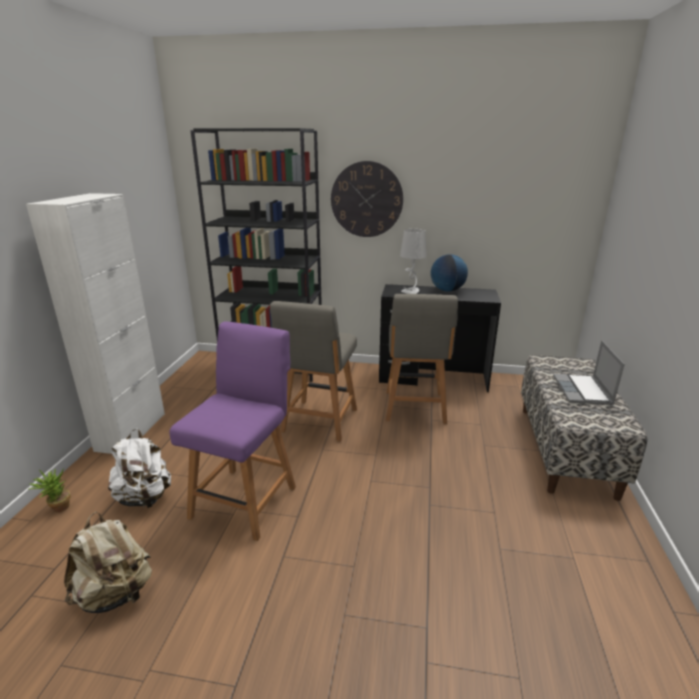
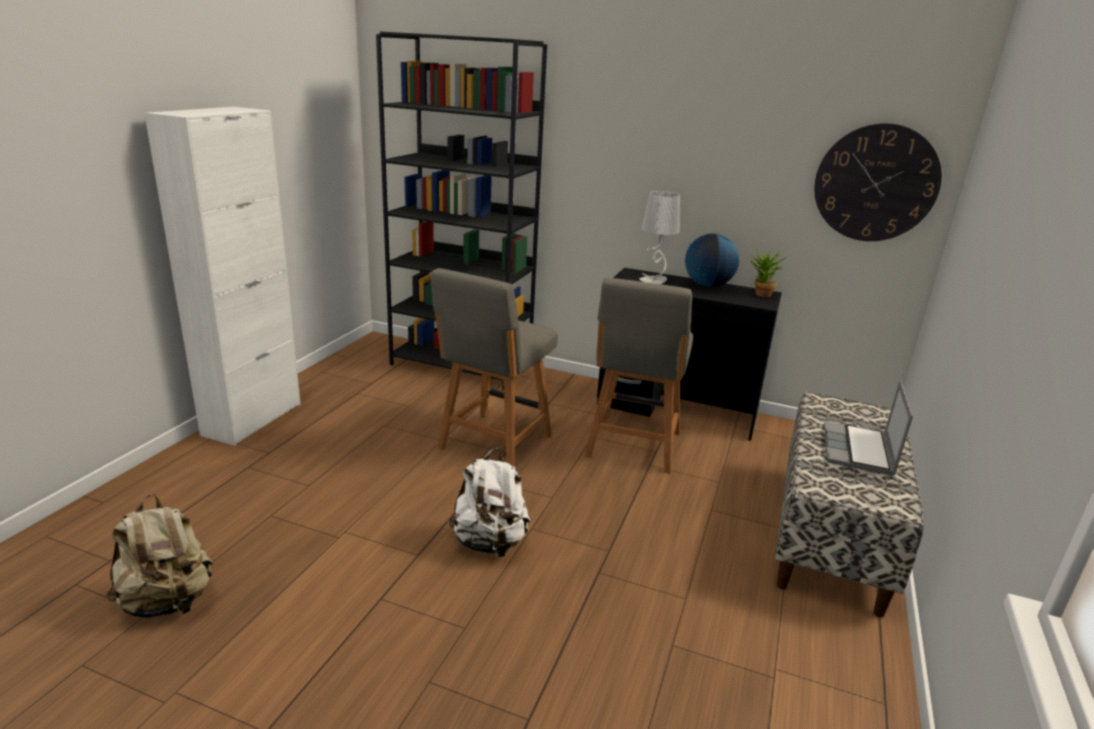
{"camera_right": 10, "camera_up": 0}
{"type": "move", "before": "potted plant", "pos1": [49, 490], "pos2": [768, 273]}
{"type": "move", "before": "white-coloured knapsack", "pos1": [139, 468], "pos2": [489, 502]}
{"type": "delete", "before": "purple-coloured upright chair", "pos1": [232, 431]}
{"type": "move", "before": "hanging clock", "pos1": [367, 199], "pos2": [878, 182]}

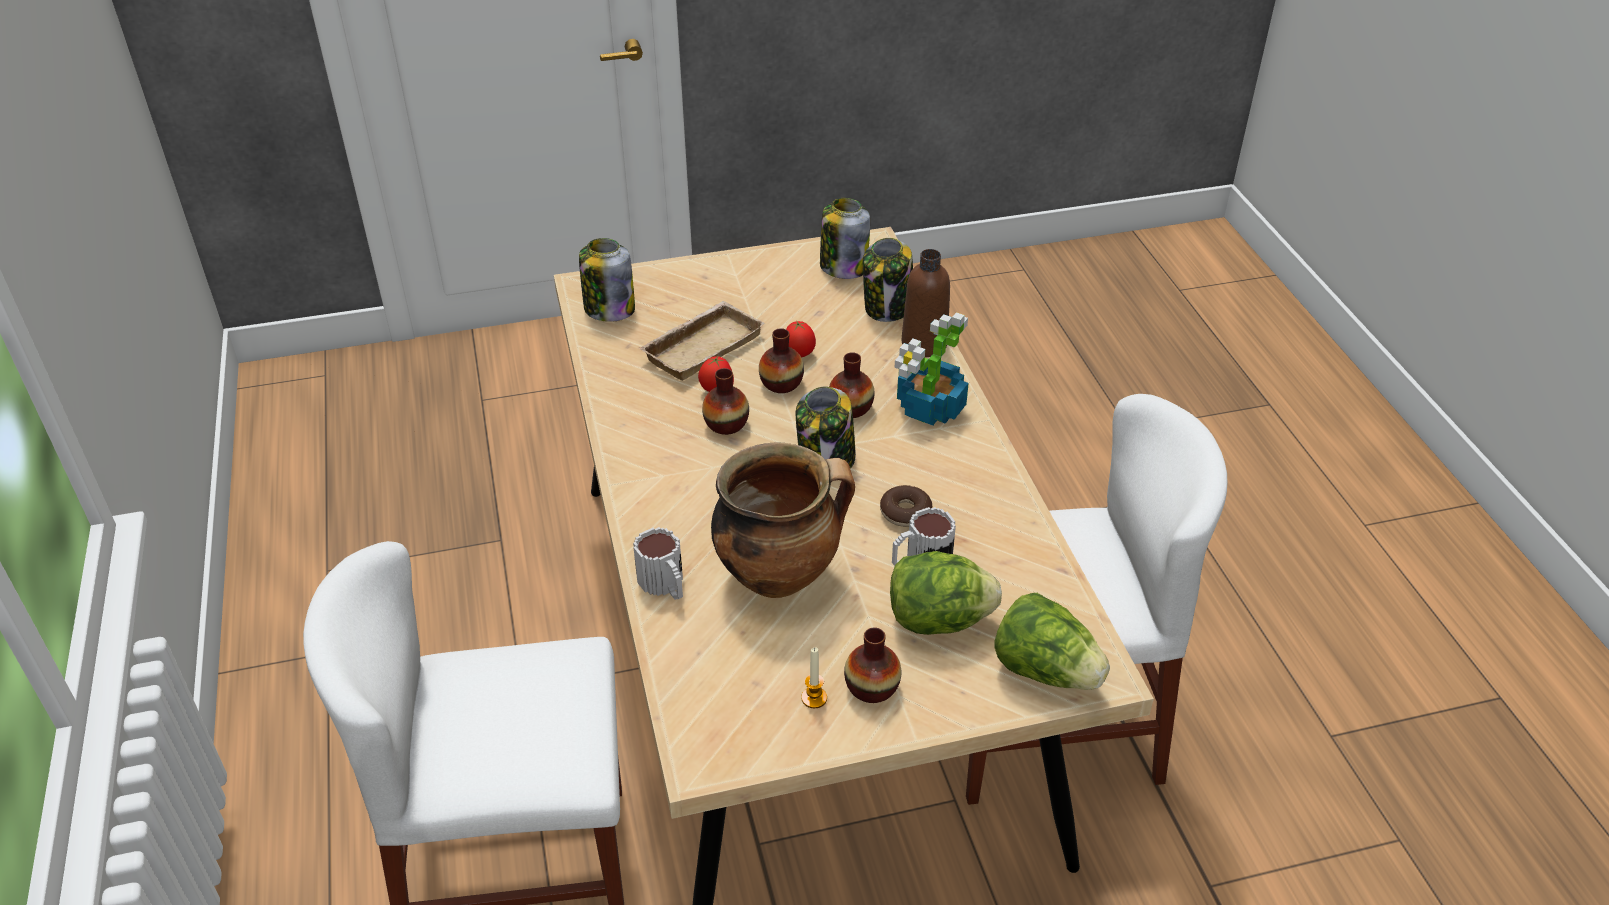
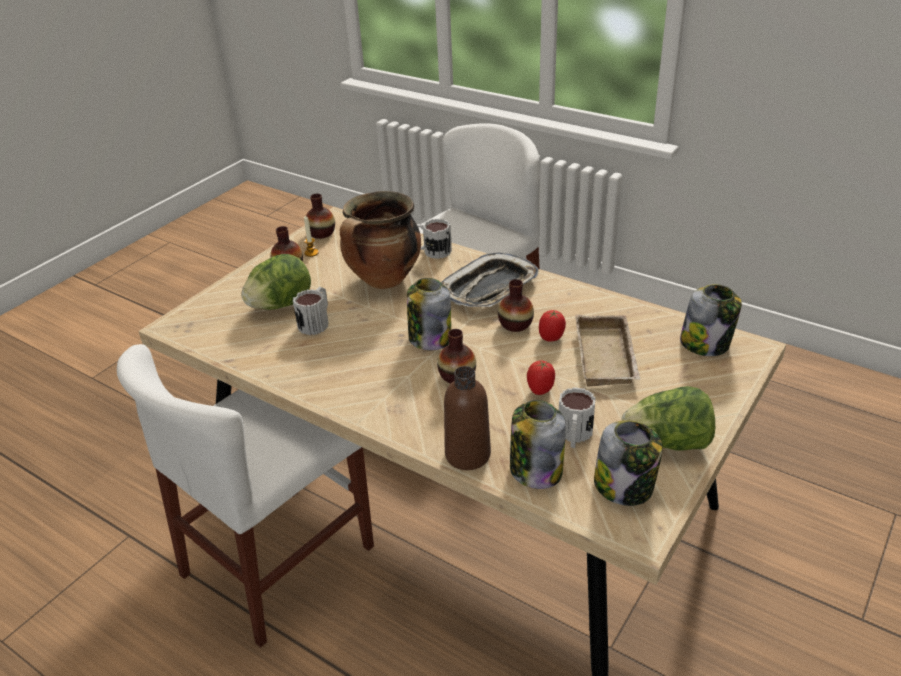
{"camera_right": 140, "camera_up": -5}
{"type": "move", "before": "flower vase", "pos1": [781, 360], "pos2": [320, 216]}
{"type": "delete", "before": "ring doughnut", "pos1": [906, 506]}
{"type": "delete", "before": "potted plant", "pos1": [932, 369]}
{"type": "move", "before": "lettuce", "pos1": [1052, 641], "pos2": [668, 418]}
{"type": "insert", "after": "tray", "pos2": [490, 279]}
{"type": "insert", "after": "coffee mug", "pos2": [577, 417]}

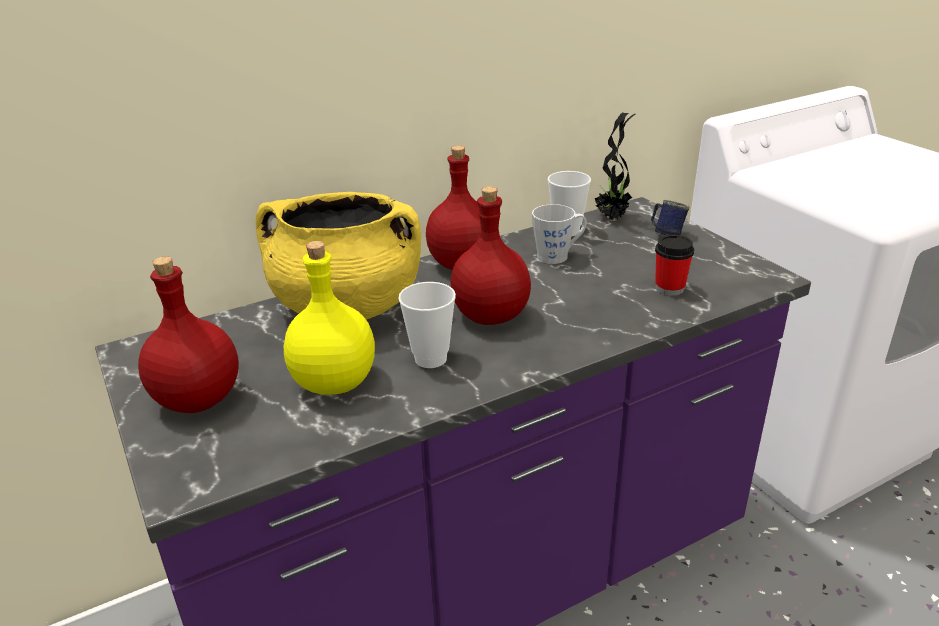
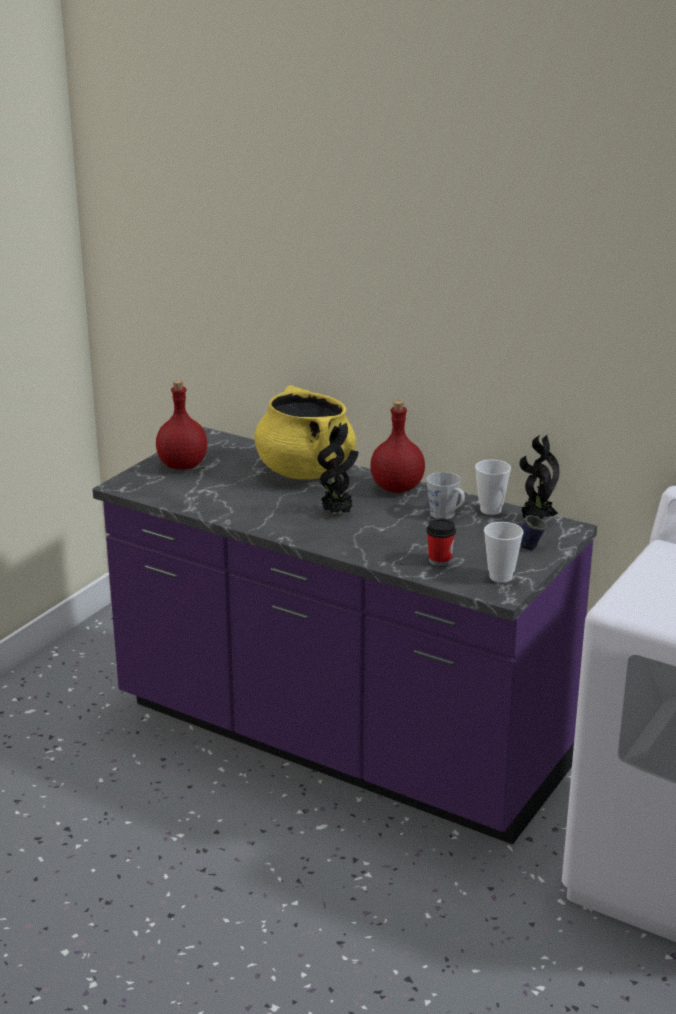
{"camera_right": 60, "camera_up": -5}
{"type": "delete", "before": "yellow bottle", "pos1": [329, 318]}
{"type": "move", "before": "small cup", "pos1": [427, 325], "pos2": [504, 552]}
{"type": "replace", "before": "reddish bottle", "after": "potted plant", "pos1": [490, 255], "pos2": [338, 468]}

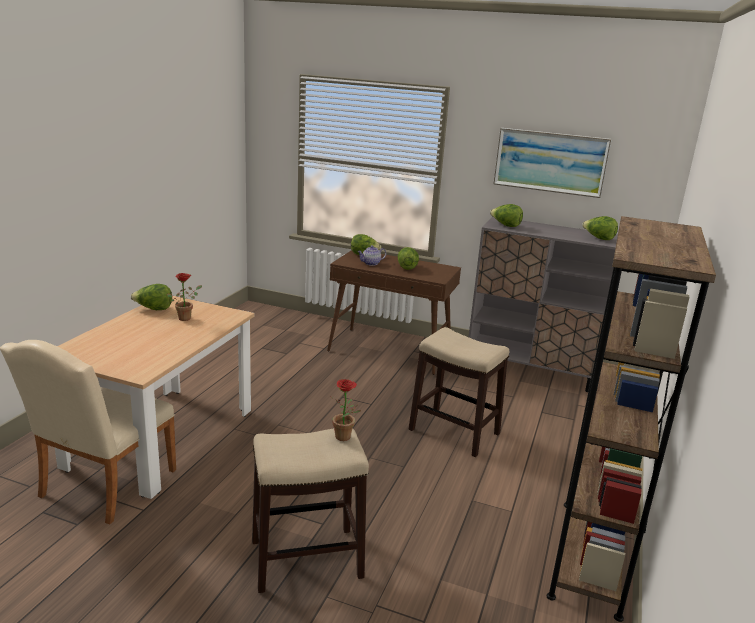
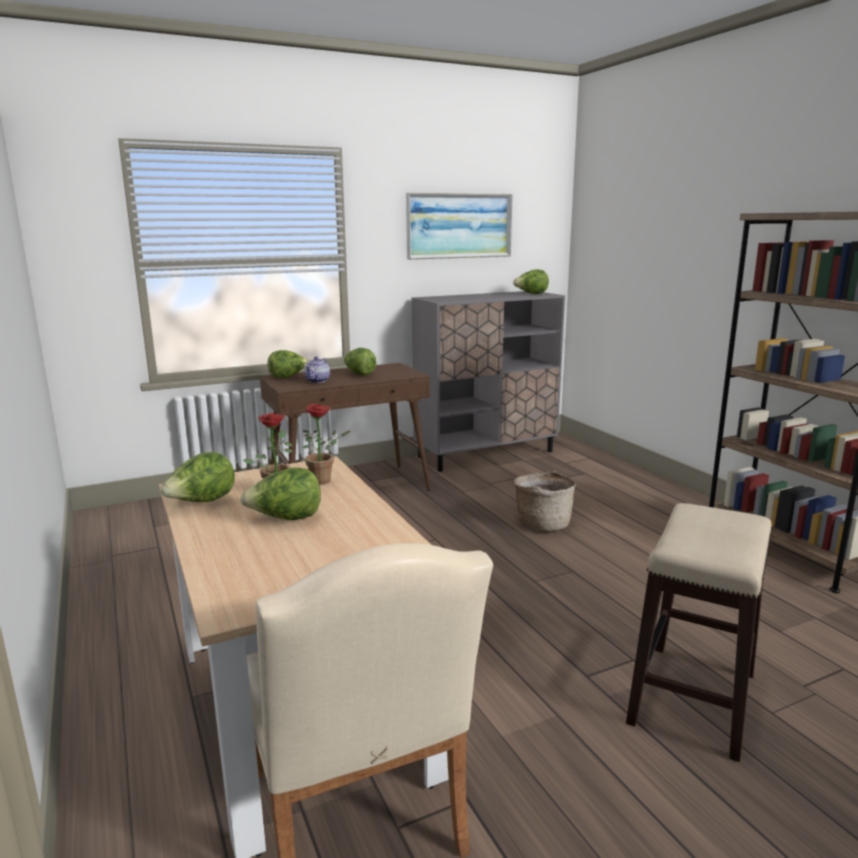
{"camera_right": -45, "camera_up": -5}
{"type": "move", "before": "potted plant", "pos1": [346, 410], "pos2": [326, 444]}
{"type": "replace", "before": "stool", "after": "basket", "pos1": [459, 392], "pos2": [545, 501]}
{"type": "move", "before": "lettuce", "pos1": [506, 215], "pos2": [280, 494]}

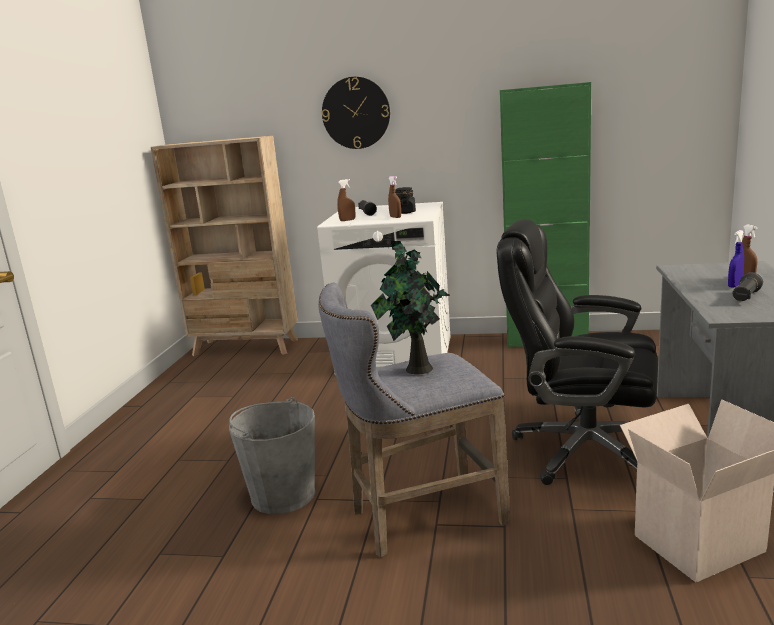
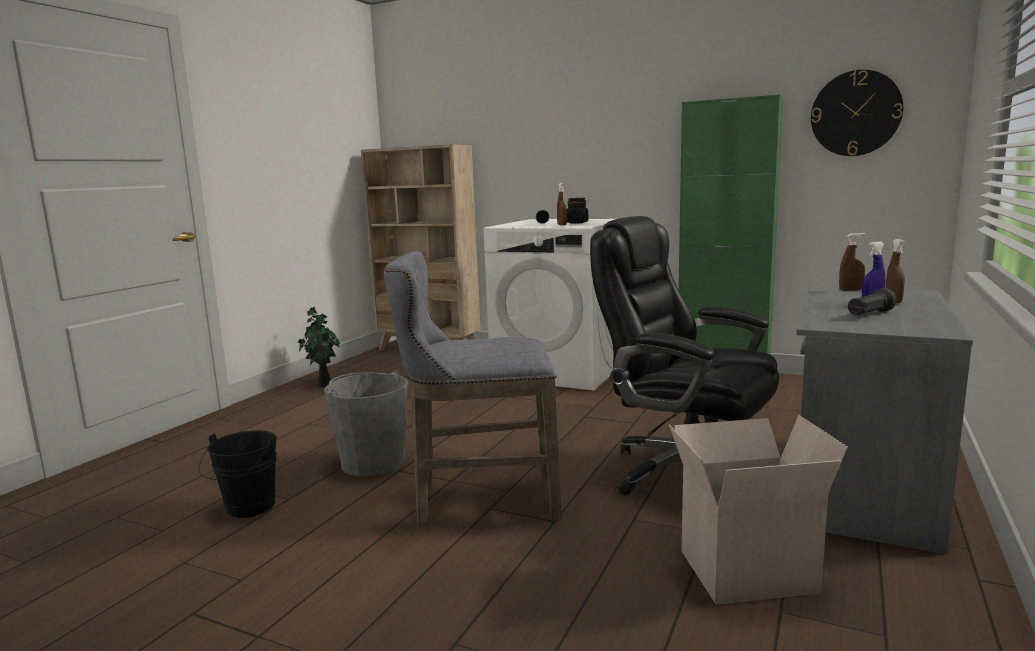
{"camera_right": 15, "camera_up": -5}
{"type": "move", "before": "hanging clock", "pos1": [356, 113], "pos2": [857, 113]}
{"type": "move", "before": "brown-coloured spray bottle", "pos1": [346, 200], "pos2": [852, 262]}
{"type": "move", "before": "potted plant", "pos1": [410, 307], "pos2": [319, 347]}
{"type": "insert", "after": "blackish bucket", "pos2": [237, 474]}

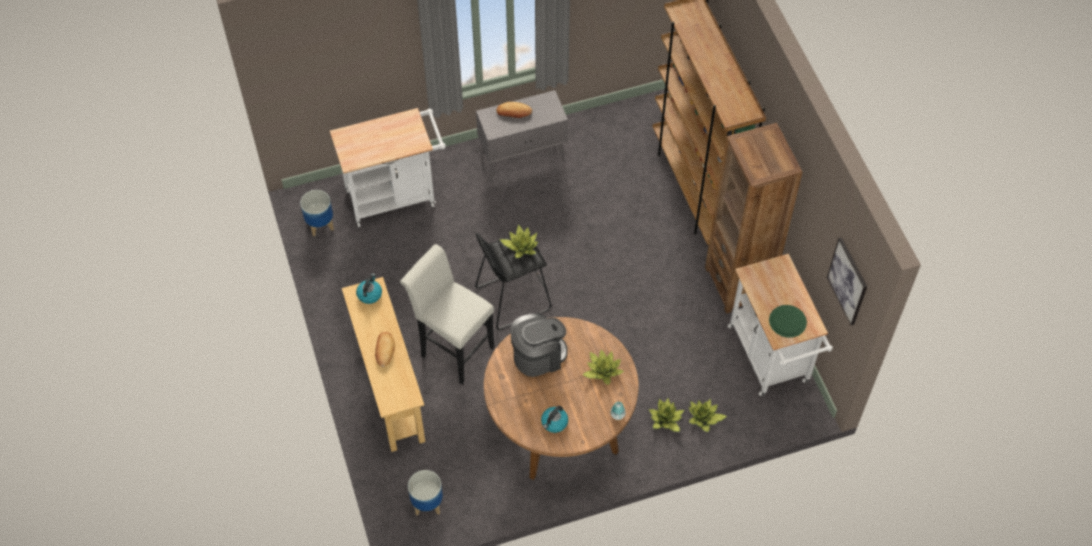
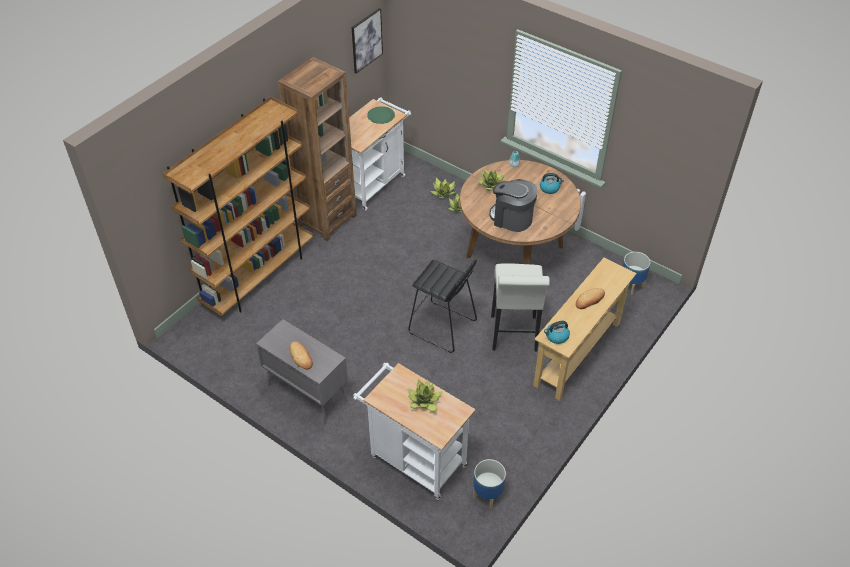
{"camera_right": -125, "camera_up": -10}
{"type": "move", "before": "potted plant", "pos1": [518, 241], "pos2": [425, 395]}

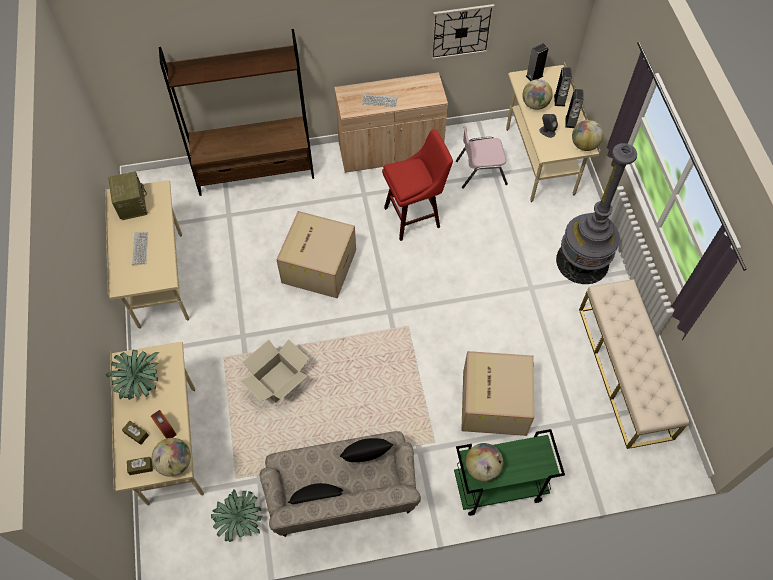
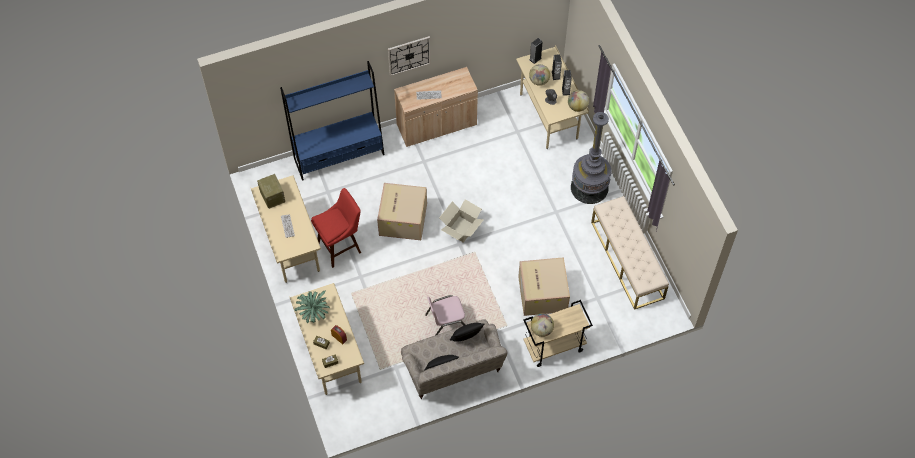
{"camera_right": -10, "camera_up": 0}
{"type": "delete", "before": "desk globe", "pos1": [171, 457]}
{"type": "recolor", "before": "brown-coloured bookcase", "after": "bluish bookcase", "pos1": [236, 112], "pos2": [332, 121]}
{"type": "delete", "before": "potted plant", "pos1": [236, 515]}
{"type": "move", "before": "cardboard box", "pos1": [274, 371], "pos2": [461, 221]}
{"type": "move", "before": "reddish stool", "pos1": [417, 185], "pos2": [336, 228]}
{"type": "move", "before": "hanging clock", "pos1": [462, 32], "pos2": [409, 56]}
{"type": "recolor", "before": "green trolley", "after": "beige-coloured trolley", "pos1": [509, 472], "pos2": [558, 333]}
{"type": "move", "before": "pinkish upright chair", "pos1": [482, 157], "pos2": [445, 315]}

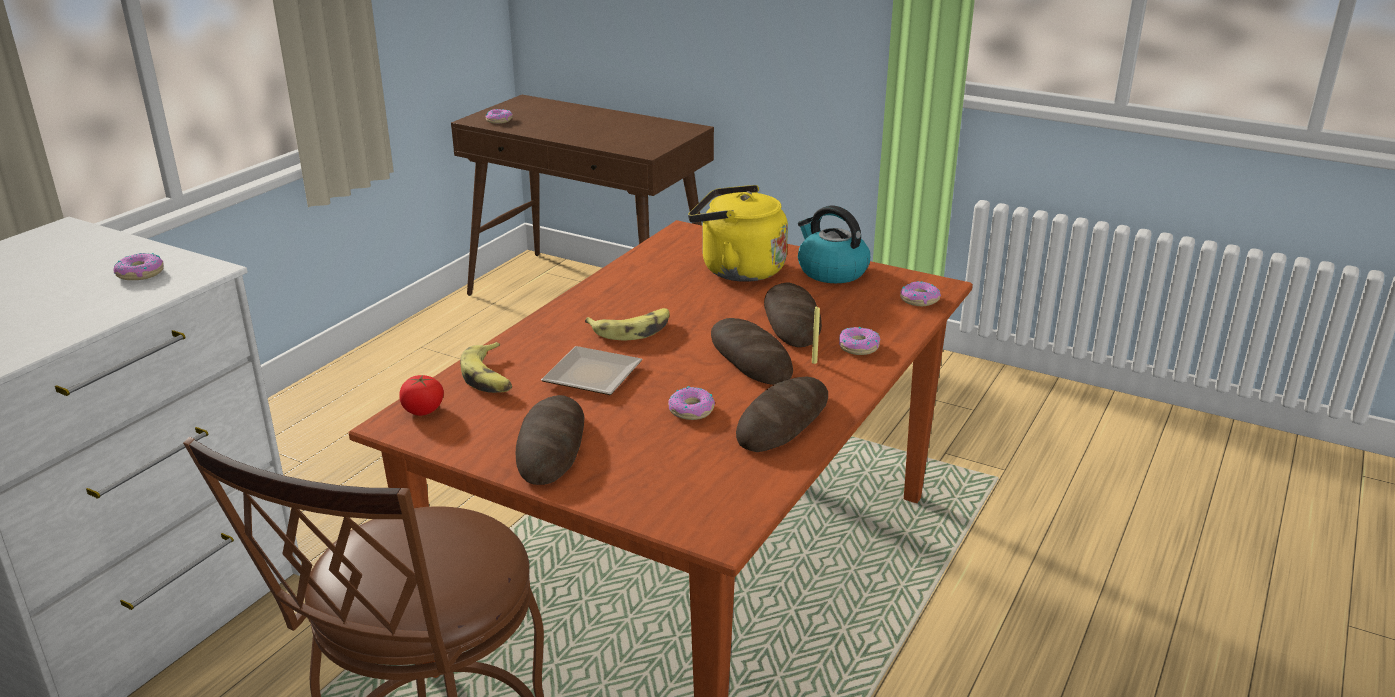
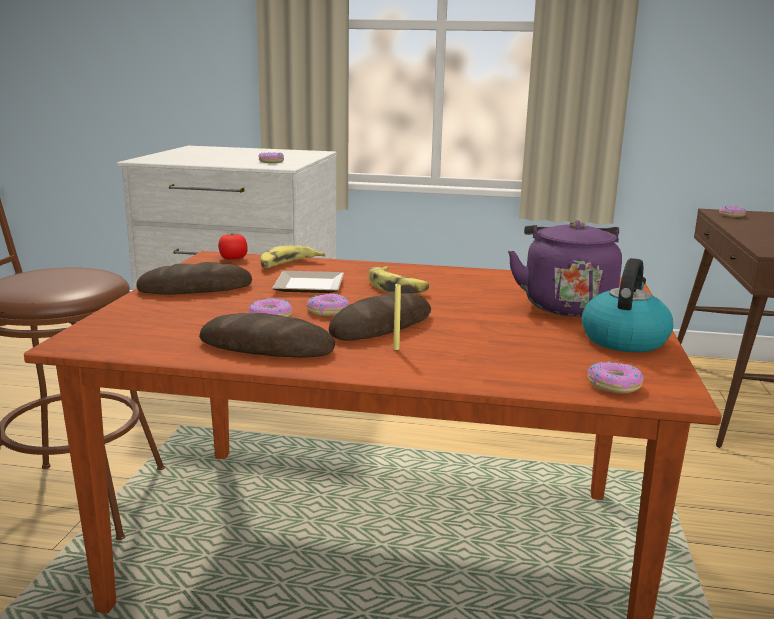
{"camera_right": 70, "camera_up": -10}
{"type": "recolor", "before": "yellow tea kettle", "after": "purple-coloured tea kettle", "pos1": [738, 233], "pos2": [565, 268]}
{"type": "delete", "before": "bread", "pos1": [793, 314]}
{"type": "move", "before": "ring doughnut", "pos1": [859, 341], "pos2": [328, 305]}

